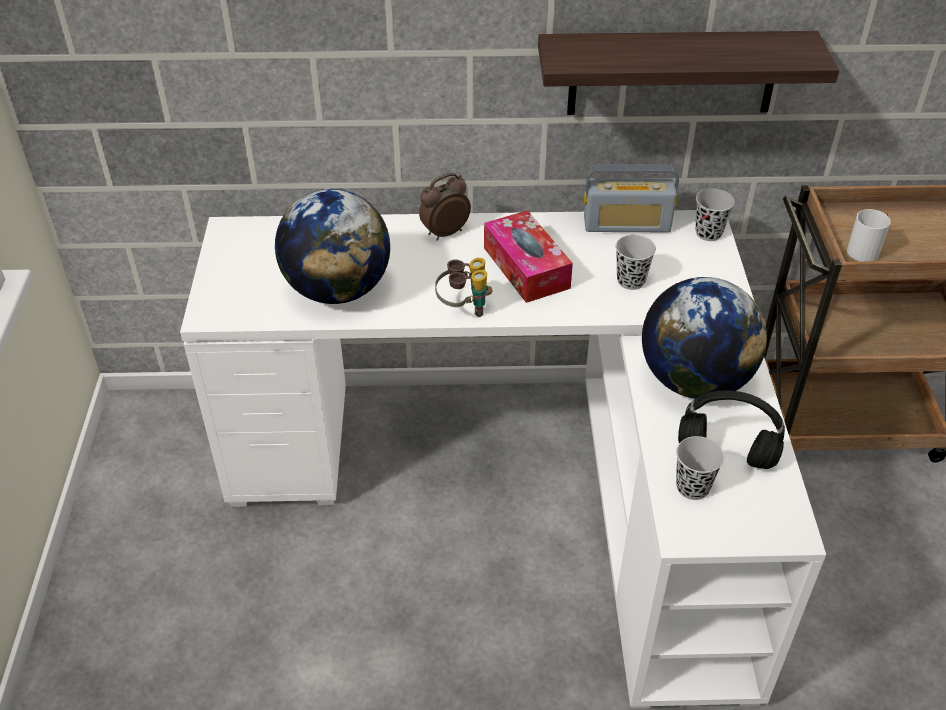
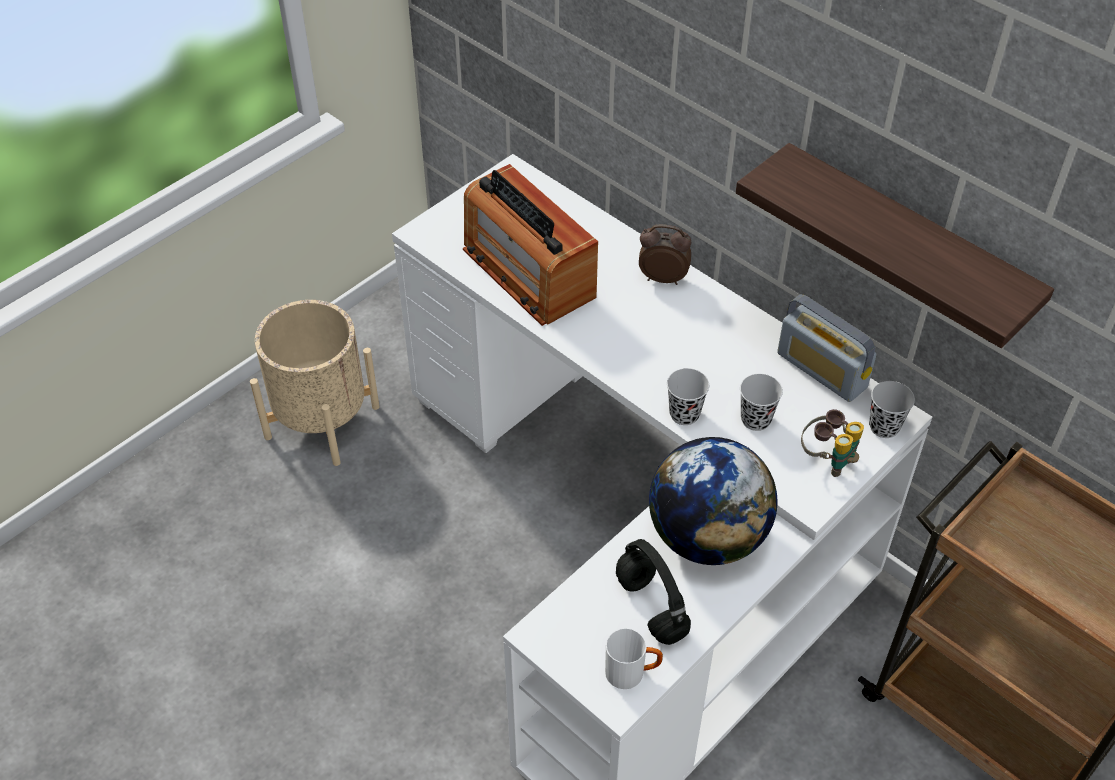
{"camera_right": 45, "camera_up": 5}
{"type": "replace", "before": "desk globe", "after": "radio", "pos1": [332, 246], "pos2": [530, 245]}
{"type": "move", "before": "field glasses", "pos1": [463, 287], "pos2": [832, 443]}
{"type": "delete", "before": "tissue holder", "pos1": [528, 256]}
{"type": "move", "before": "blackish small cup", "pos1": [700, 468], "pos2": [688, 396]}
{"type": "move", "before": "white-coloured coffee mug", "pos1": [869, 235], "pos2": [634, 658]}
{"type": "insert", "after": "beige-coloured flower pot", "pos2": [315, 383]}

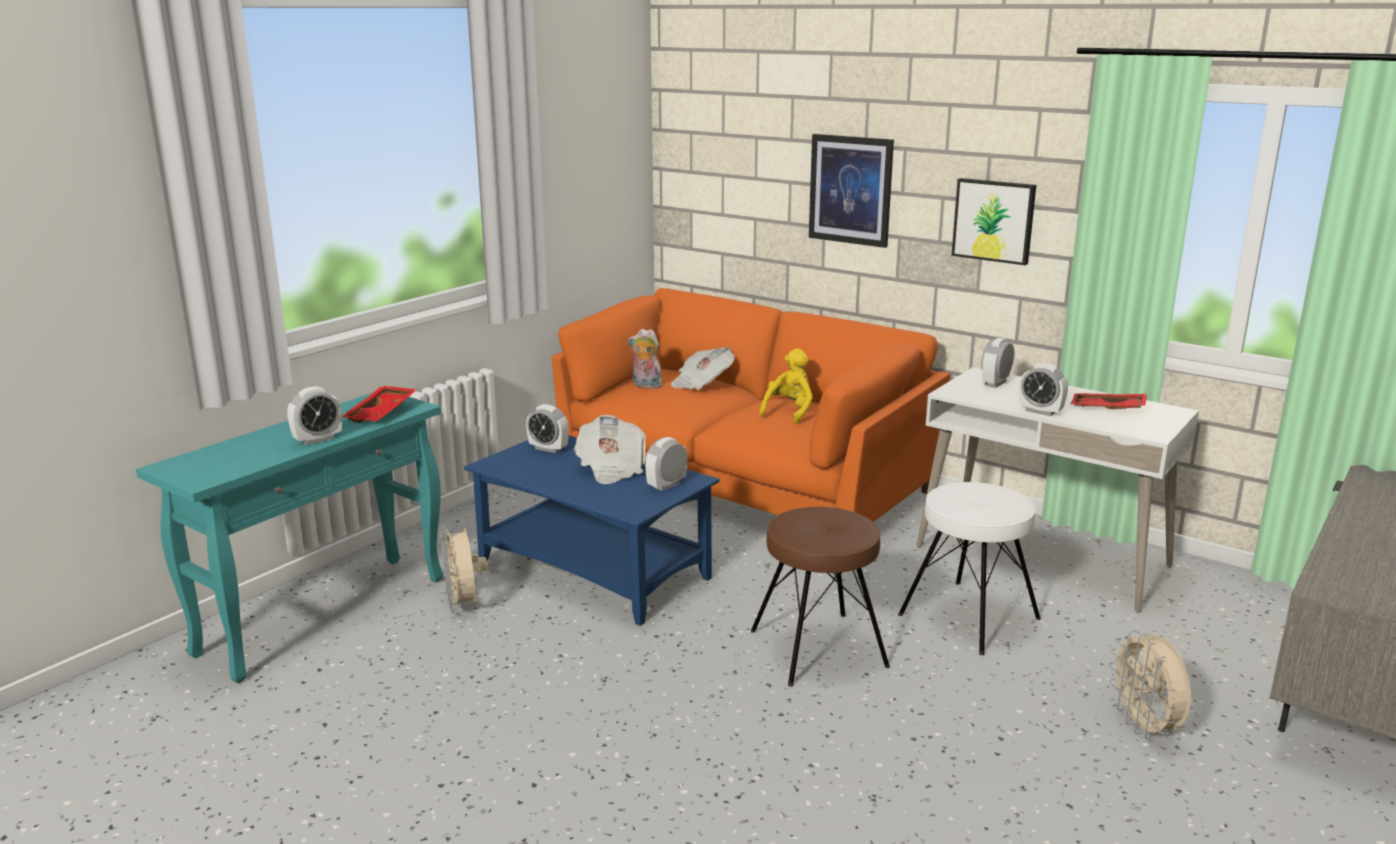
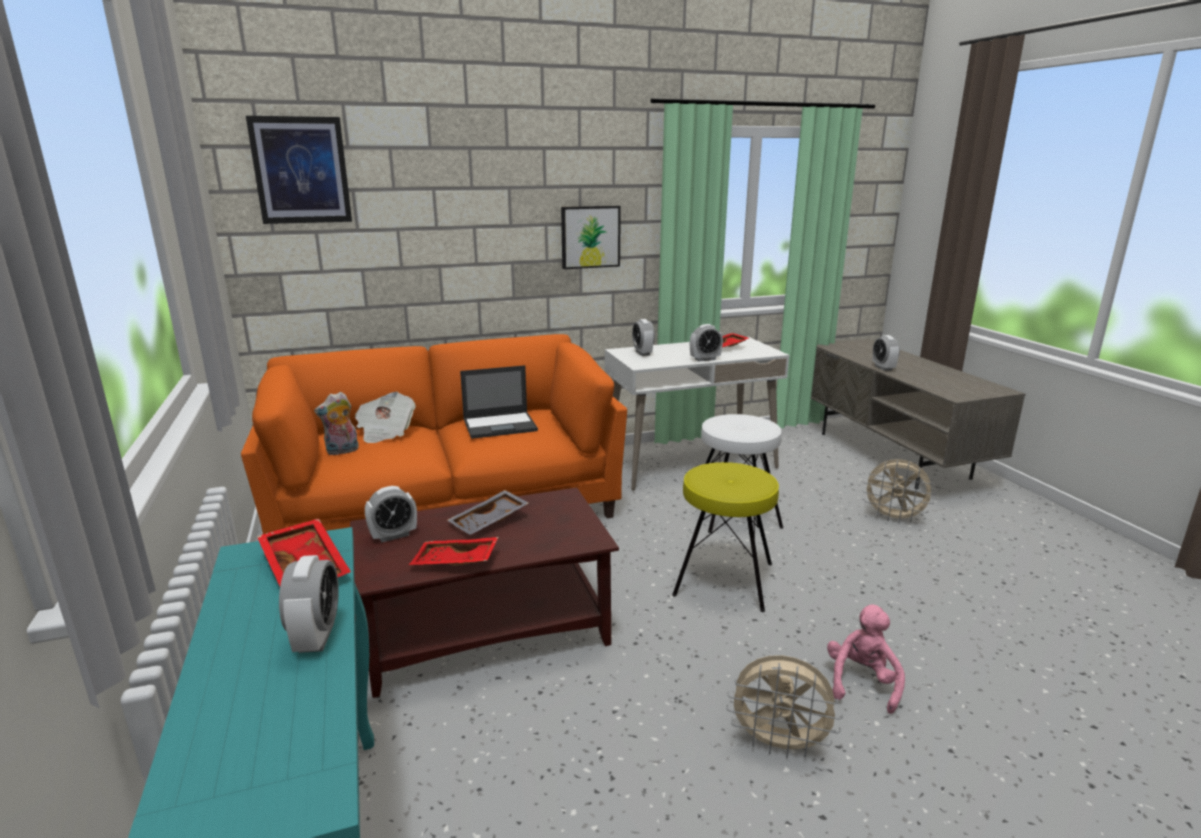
{"camera_right": -55, "camera_up": 0}
{"type": "move", "before": "beige-coloured fan", "pos1": [463, 568], "pos2": [784, 706]}
{"type": "recolor", "before": "bluish lounge table", "after": "brown-coloured lounge table", "pos1": [592, 530], "pos2": [484, 592]}
{"type": "replace", "before": "printed paper", "after": "gray tray", "pos1": [610, 449], "pos2": [488, 512]}
{"type": "move", "before": "table clock", "pos1": [666, 464], "pos2": [886, 353]}
{"type": "recolor", "before": "brown-coloured stool", "after": "yellow stool", "pos1": [820, 597], "pos2": [725, 537]}
{"type": "replace", "before": "yellow plush toy", "after": "portable computer", "pos1": [786, 386], "pos2": [499, 402]}
{"type": "move", "before": "wall art", "pos1": [851, 191], "pos2": [299, 170]}
{"type": "insert", "after": "reddish tray", "pos2": [454, 551]}
{"type": "insert", "after": "pinkish plush toy", "pos2": [866, 659]}

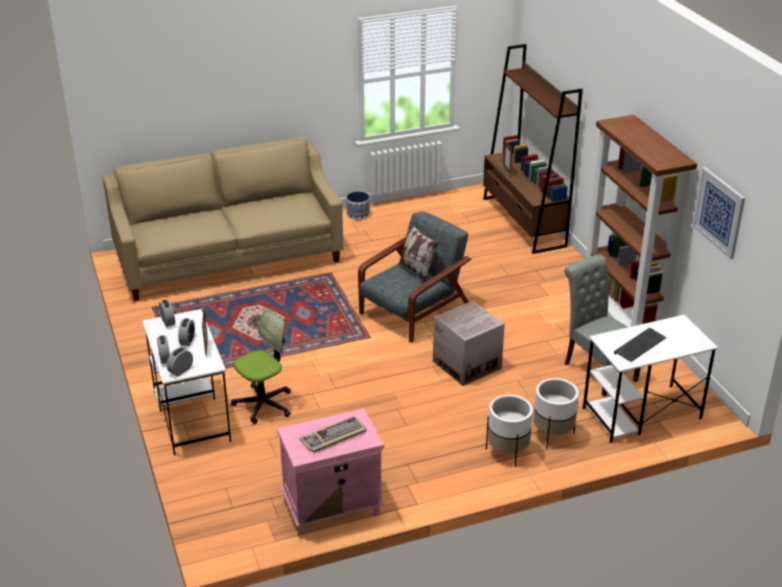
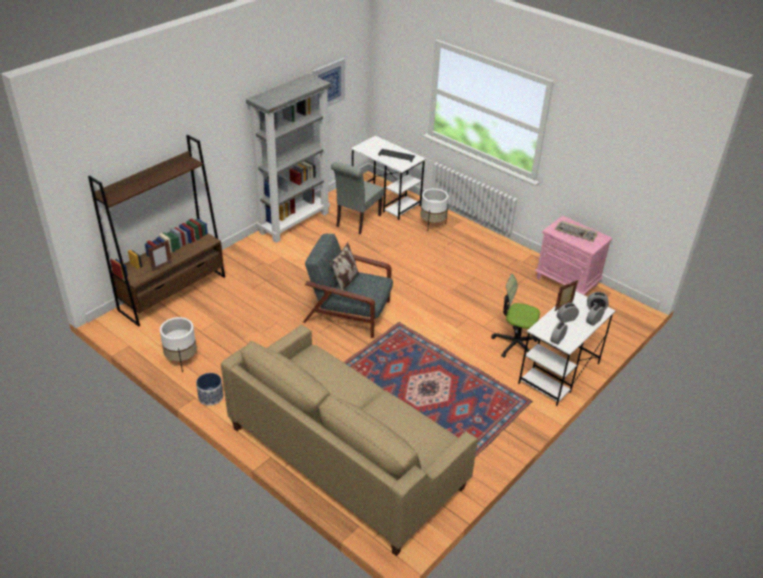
{"camera_right": -120, "camera_up": 5}
{"type": "delete", "before": "cardboard box", "pos1": [469, 343]}
{"type": "move", "before": "white-coloured flower pot", "pos1": [509, 431], "pos2": [178, 344]}
{"type": "recolor", "before": "brown-coloured bookcase", "after": "gray bookcase", "pos1": [641, 221], "pos2": [288, 158]}

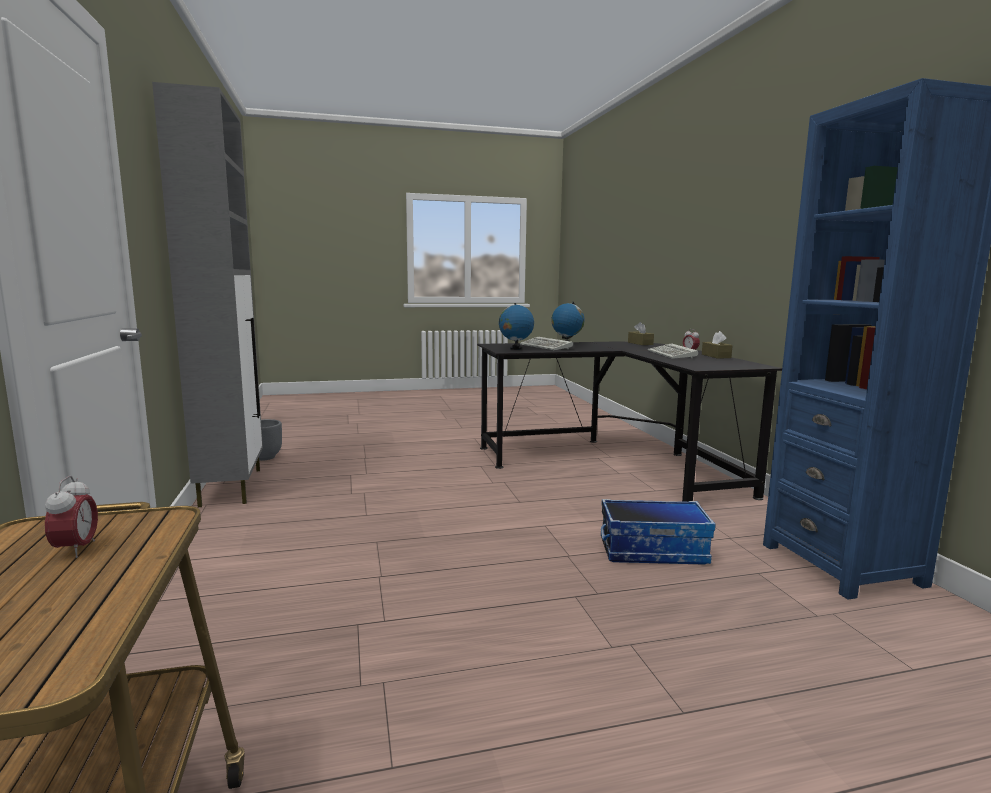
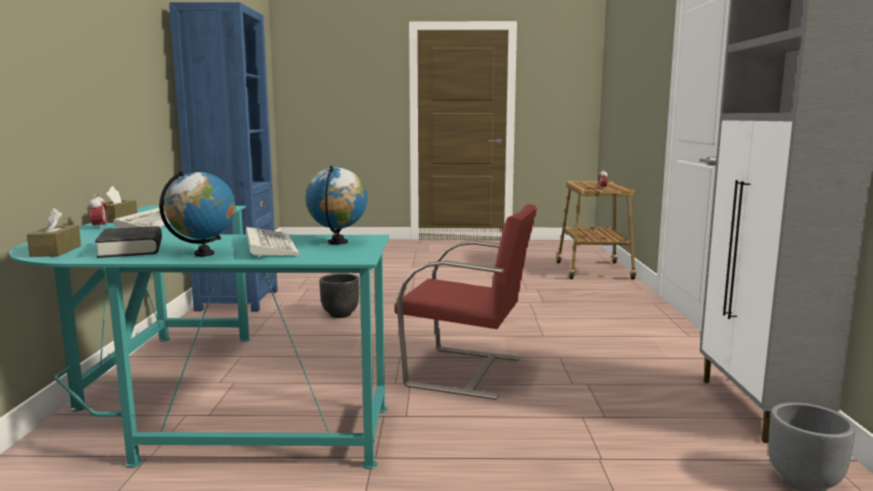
{"camera_right": -165, "camera_up": 0}
{"type": "recolor", "before": "blackish desk table", "after": "turquoise desk table", "pos1": [629, 422], "pos2": [199, 337]}
{"type": "replace", "before": "storage container", "after": "blackish flower pot", "pos1": [658, 532], "pos2": [339, 296]}
{"type": "insert", "after": "blackish volume", "pos2": [128, 242]}
{"type": "insert", "after": "reddish upright chair", "pos2": [466, 302]}

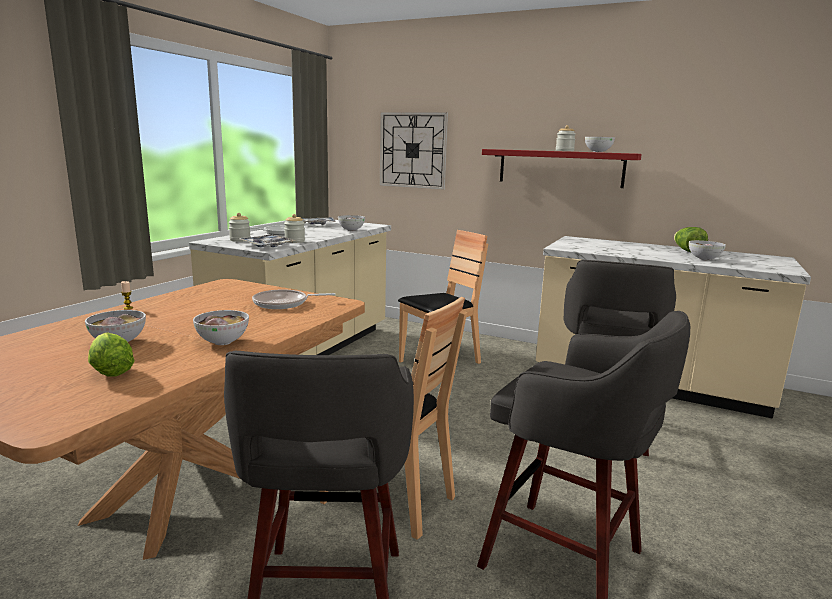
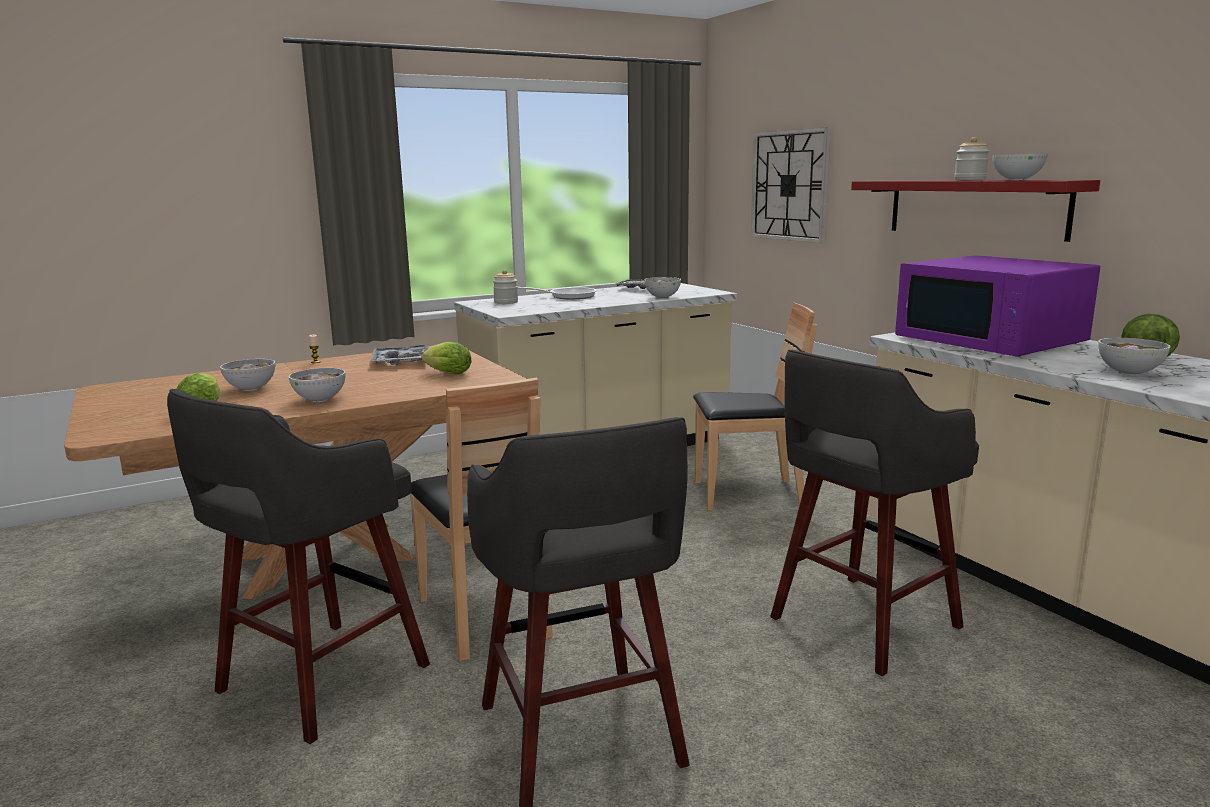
{"camera_right": 35, "camera_up": 0}
{"type": "move", "before": "tray", "pos1": [267, 240], "pos2": [400, 355]}
{"type": "replace", "before": "pan", "after": "lettuce", "pos1": [293, 299], "pos2": [446, 358]}
{"type": "delete", "before": "preserve jar", "pos1": [294, 228]}
{"type": "insert", "after": "purple-coloured microwave", "pos2": [997, 306]}

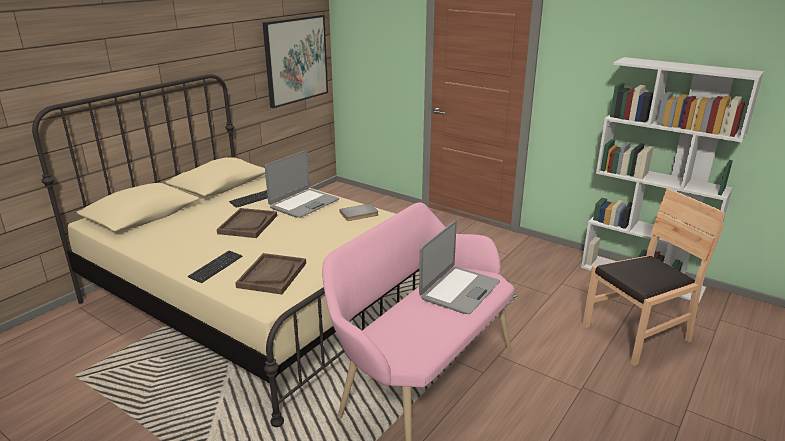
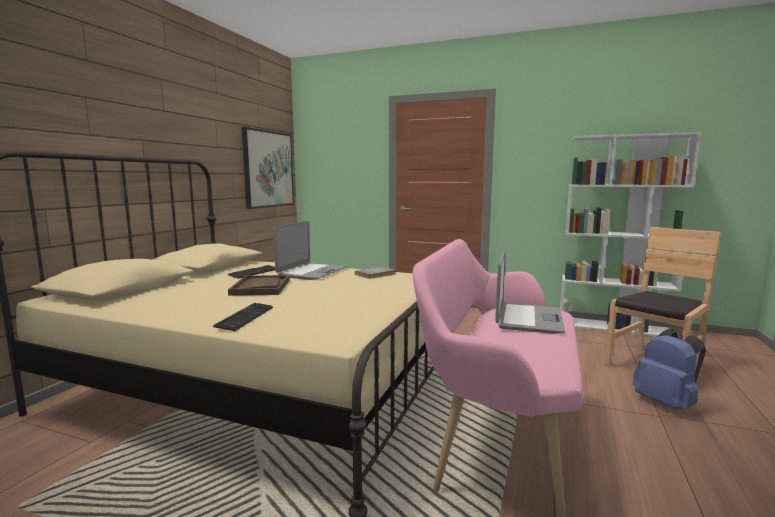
{"camera_right": -15, "camera_up": -15}
{"type": "delete", "before": "brown-coloured tray", "pos1": [270, 273]}
{"type": "insert", "after": "bluish knapsack", "pos2": [669, 369]}

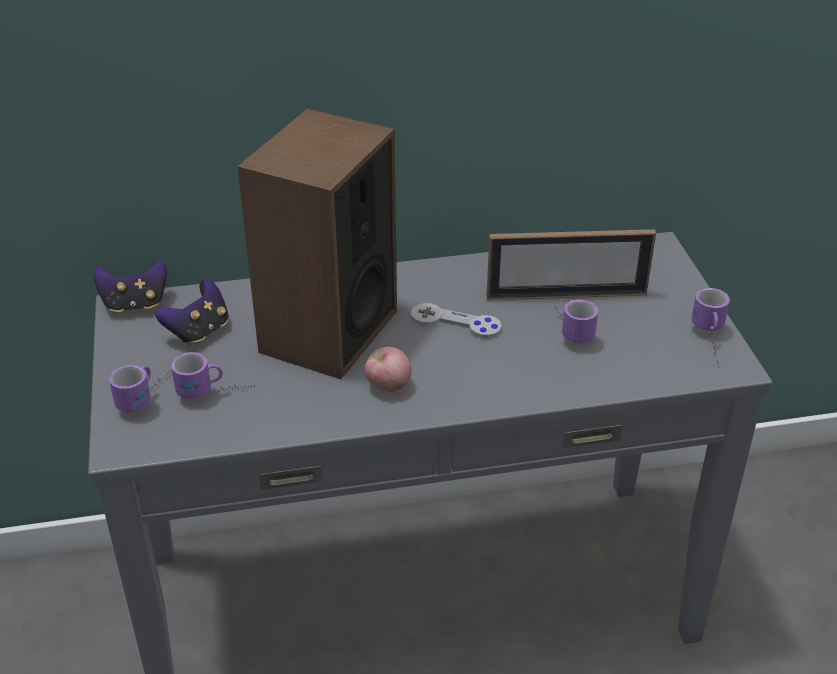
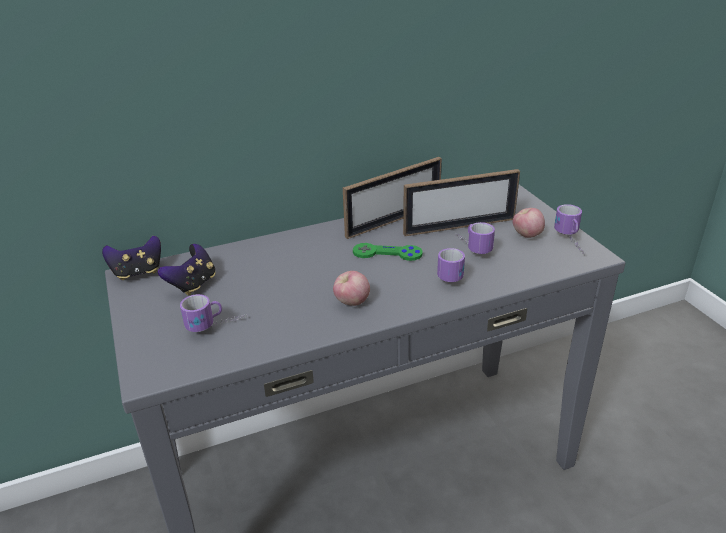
{"camera_right": -10, "camera_up": -5}
{"type": "move", "before": "coffee mug", "pos1": [139, 389], "pos2": [451, 265]}
{"type": "delete", "before": "loudspeaker", "pos1": [317, 243]}
{"type": "recolor", "before": "gray joypad", "after": "green joypad", "pos1": [456, 320], "pos2": [388, 252]}
{"type": "insert", "after": "picture frame", "pos2": [392, 198]}
{"type": "insert", "after": "whole apple", "pos2": [529, 223]}

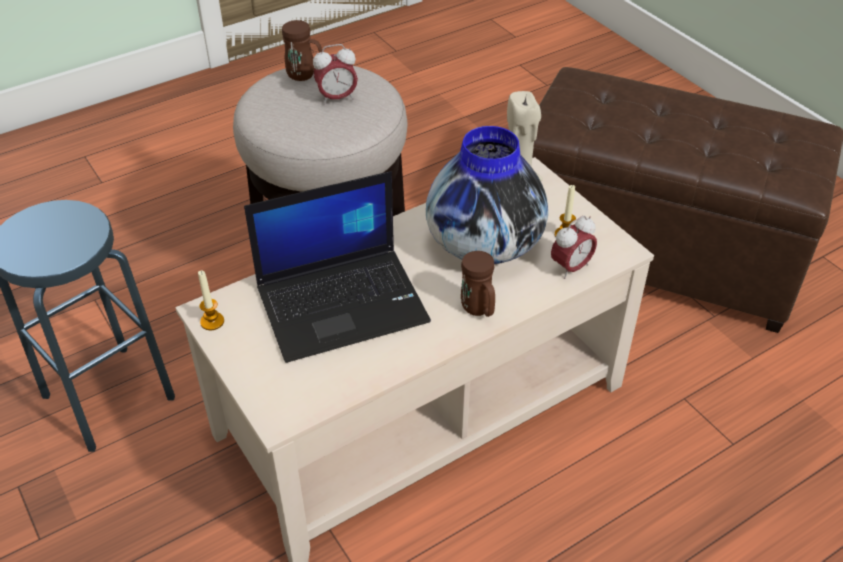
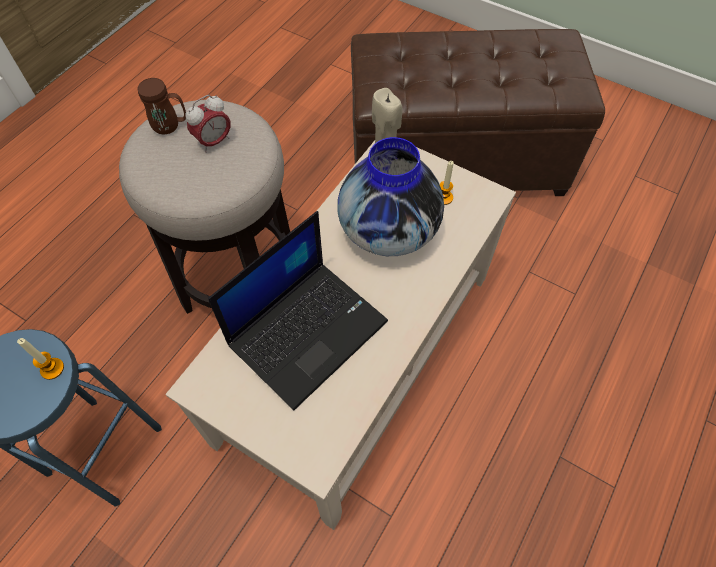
{"camera_right": -25, "camera_up": 15}
{"type": "move", "before": "wax candle", "pos1": [211, 300], "pos2": [40, 359]}
{"type": "delete", "before": "brown-coloured coffee mug", "pos1": [478, 284]}
{"type": "delete", "before": "table clock", "pos1": [574, 247]}

